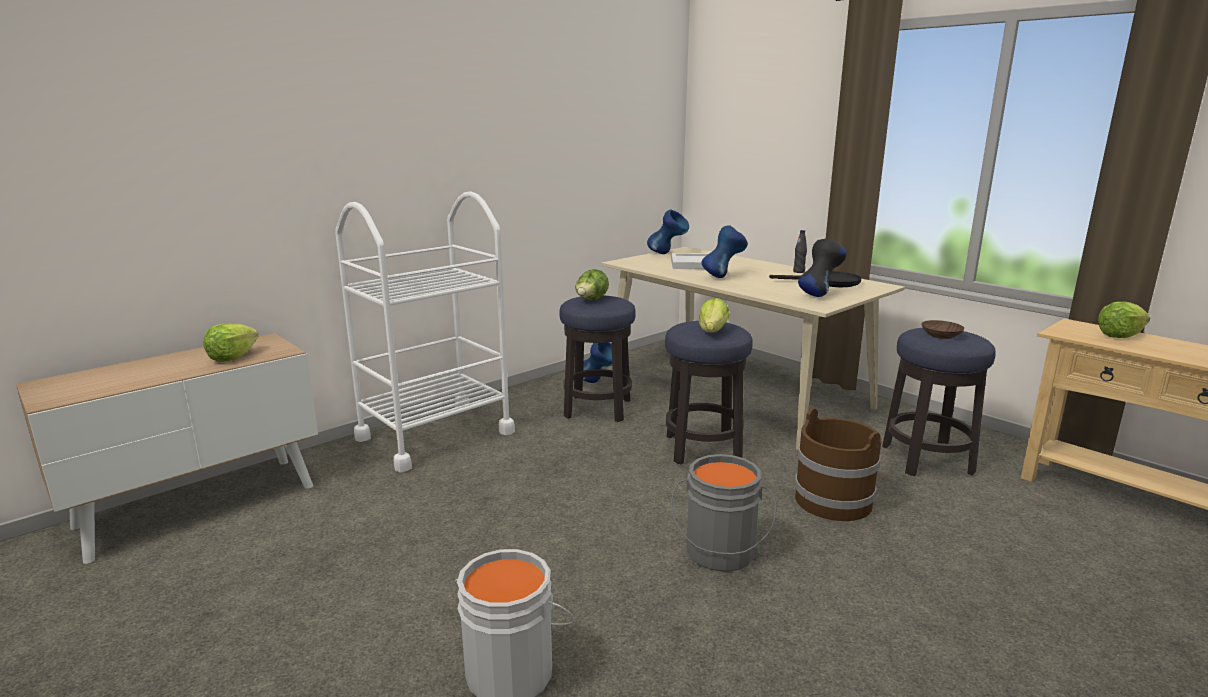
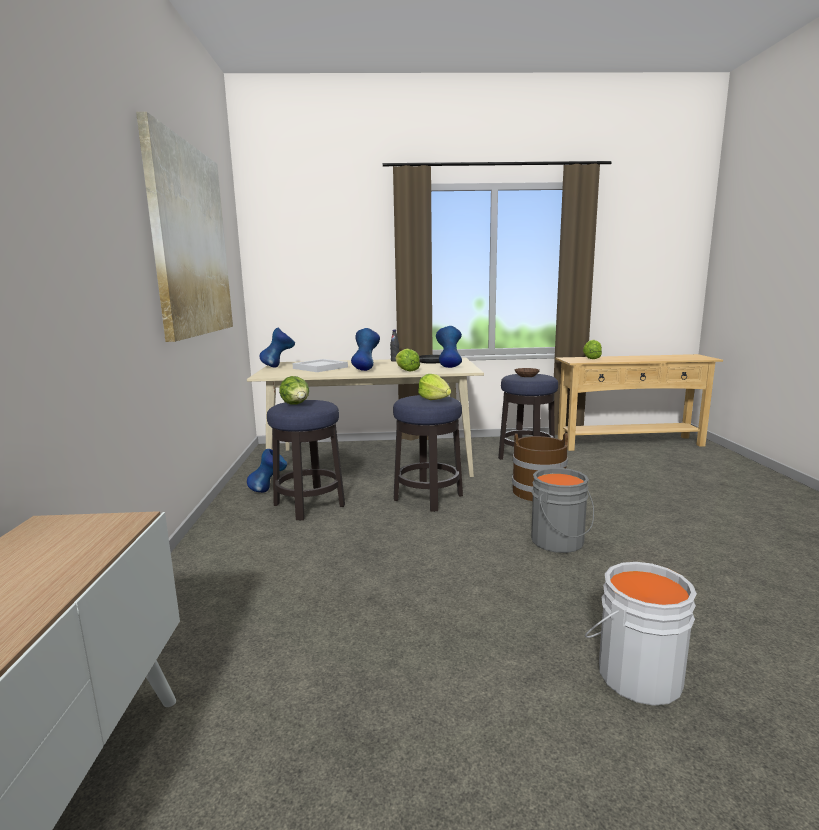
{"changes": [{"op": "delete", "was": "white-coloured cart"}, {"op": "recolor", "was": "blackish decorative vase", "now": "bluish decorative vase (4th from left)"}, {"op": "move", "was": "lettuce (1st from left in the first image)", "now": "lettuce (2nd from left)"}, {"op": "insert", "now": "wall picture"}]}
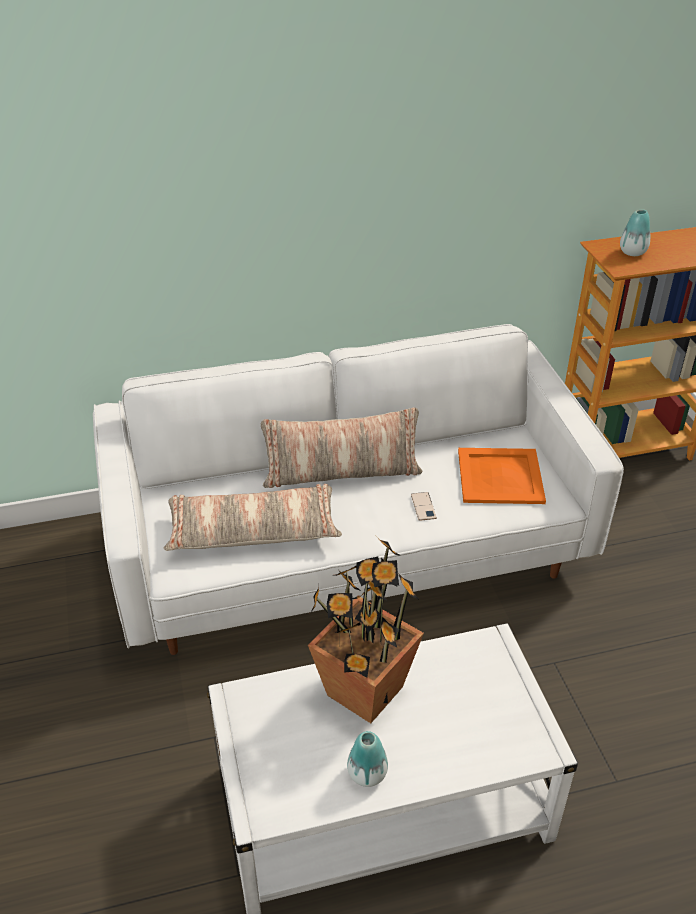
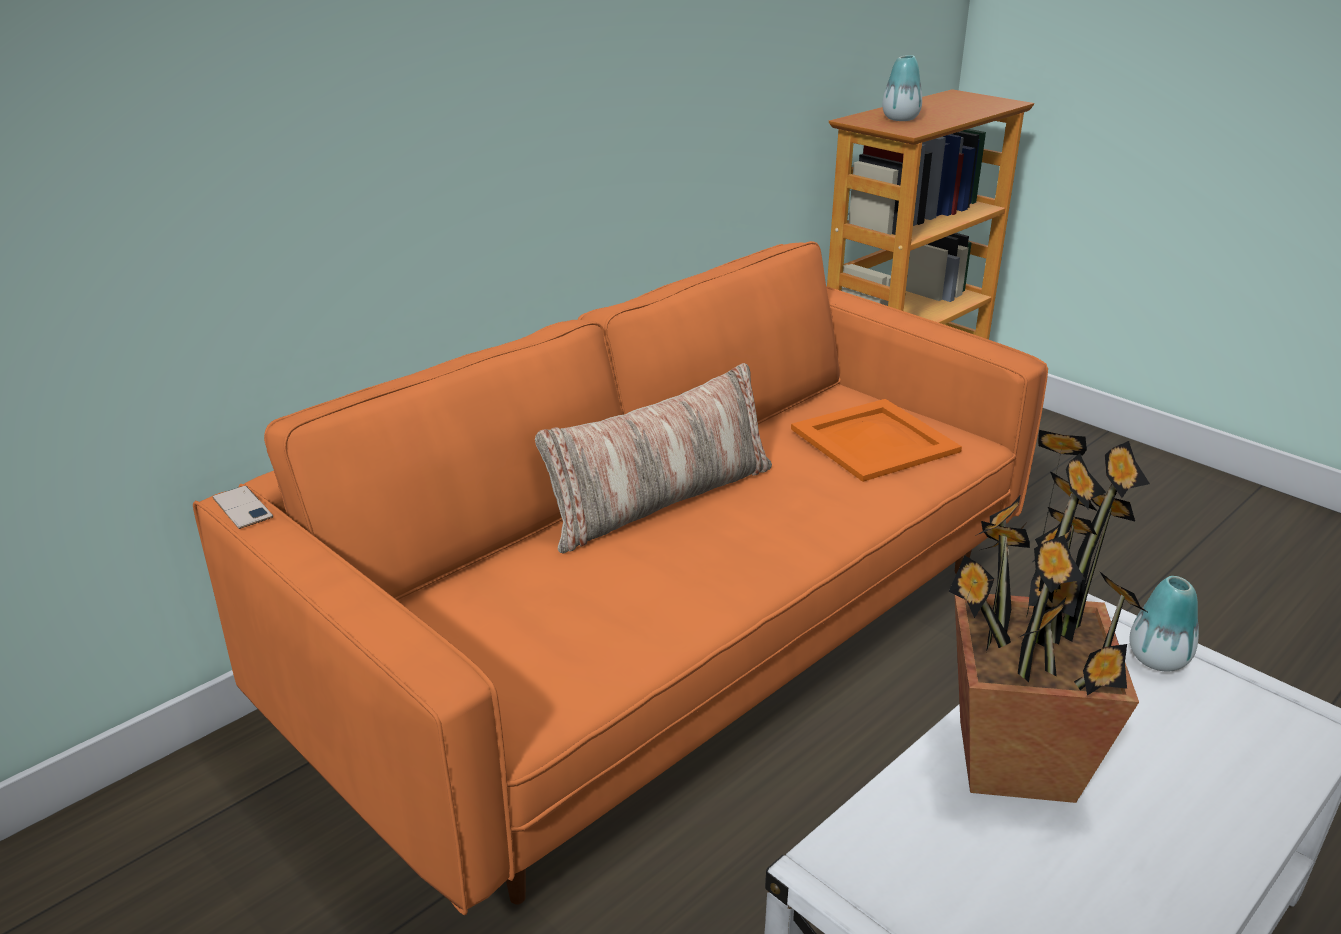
{"changes": [{"op": "recolor", "was": "white-coloured couch", "now": "orange-coloured couch"}, {"op": "delete", "was": "throw pillow (1st from left)"}, {"op": "move", "was": "handset"}, {"op": "move", "was": "decorative vase (1st from left in the first image)", "now": "decorative vase (2nd from left)"}]}
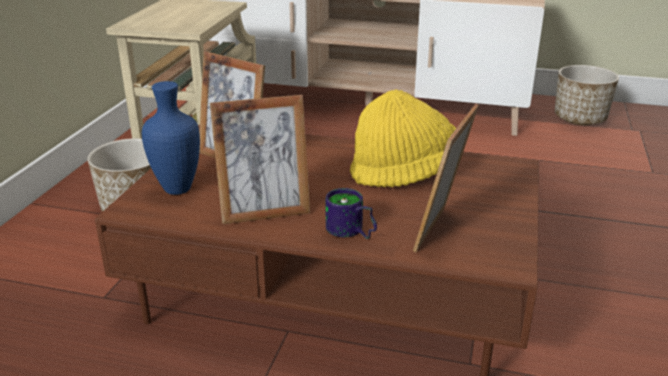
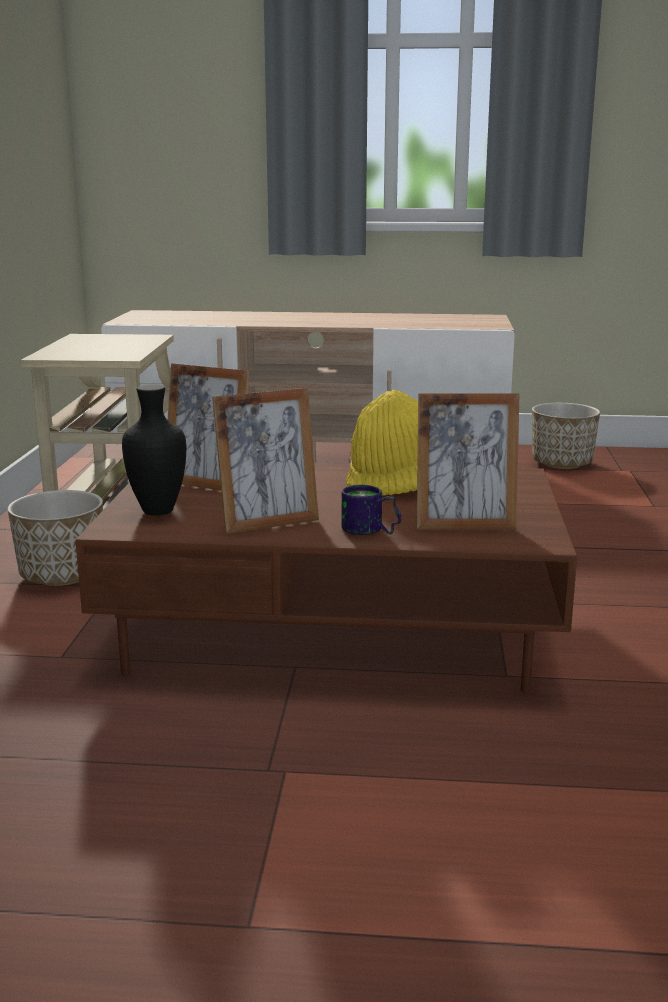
{"changes": [{"op": "recolor", "was": "bluish decorative vase", "now": "blackish decorative vase"}, {"op": "rotate", "was": "standing frame (3rd from left)", "clockwise": -105}]}
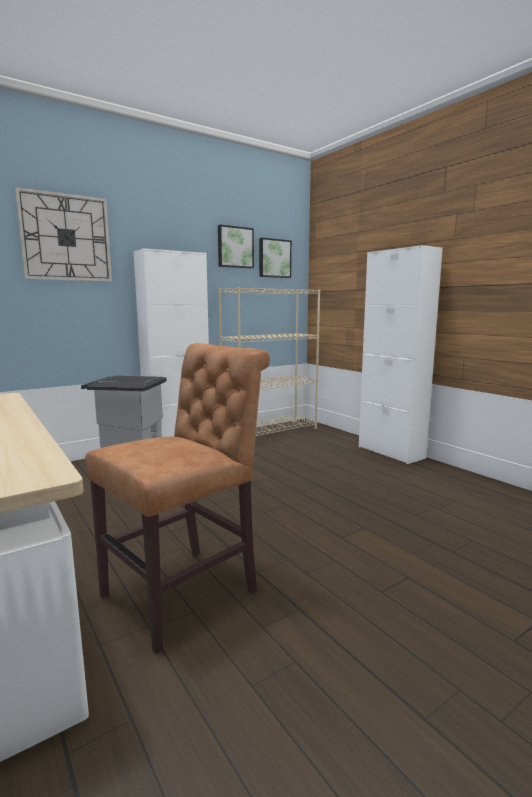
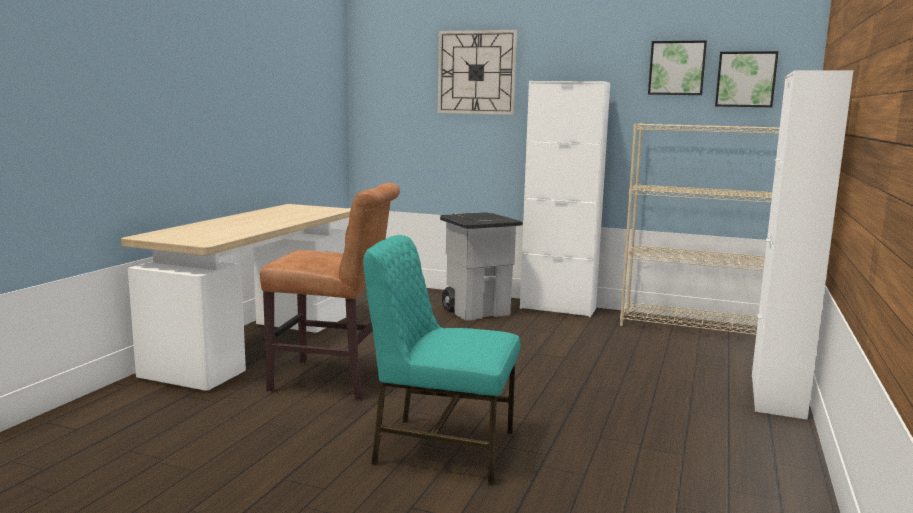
{"changes": [{"op": "insert", "now": "turquoise-coloured upright chair"}]}
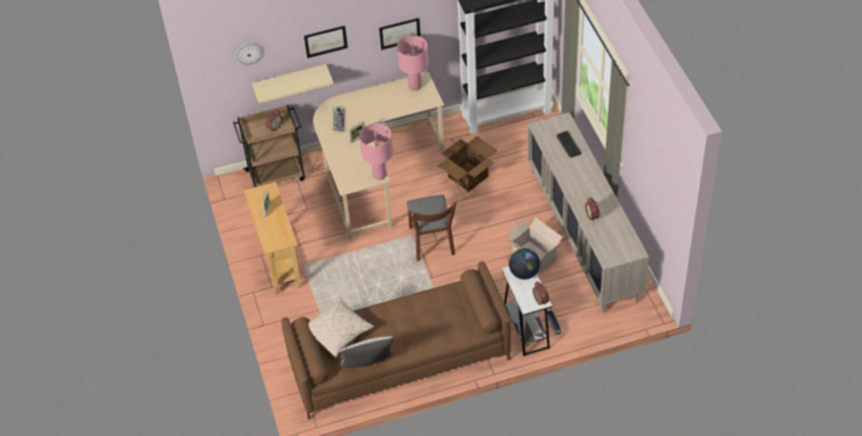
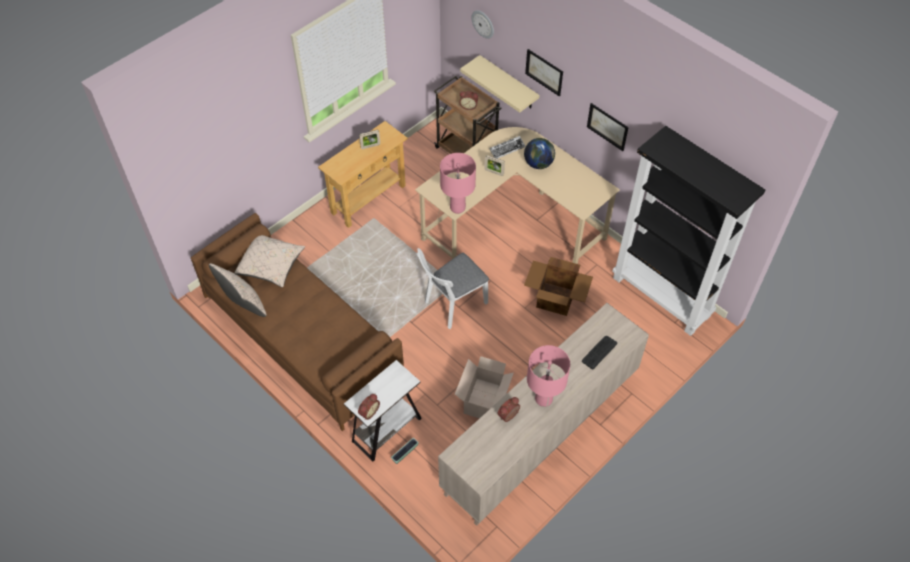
{"changes": [{"op": "move", "was": "pink tabletop lamp (2nd from left)"}, {"op": "recolor", "was": "brown upright chair", "now": "white-coloured upright chair"}, {"op": "move", "was": "world globe"}]}
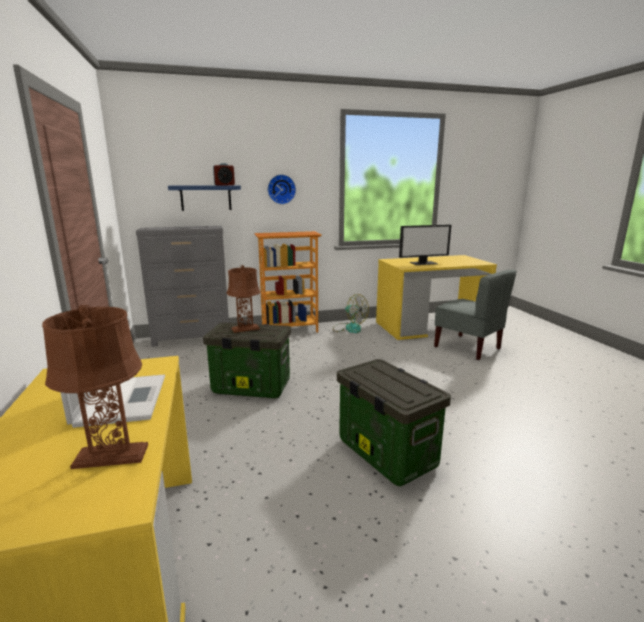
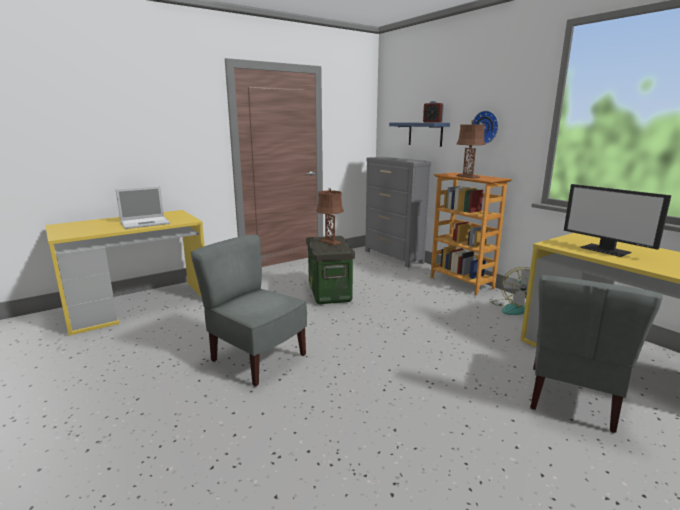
{"changes": [{"op": "move", "was": "brown tabletop lamp (1st from left in the first image)", "now": "brown tabletop lamp (2nd from left)"}, {"op": "replace", "was": "storage bin (2nd from left)", "now": "gray upright chair (1st from left)"}]}
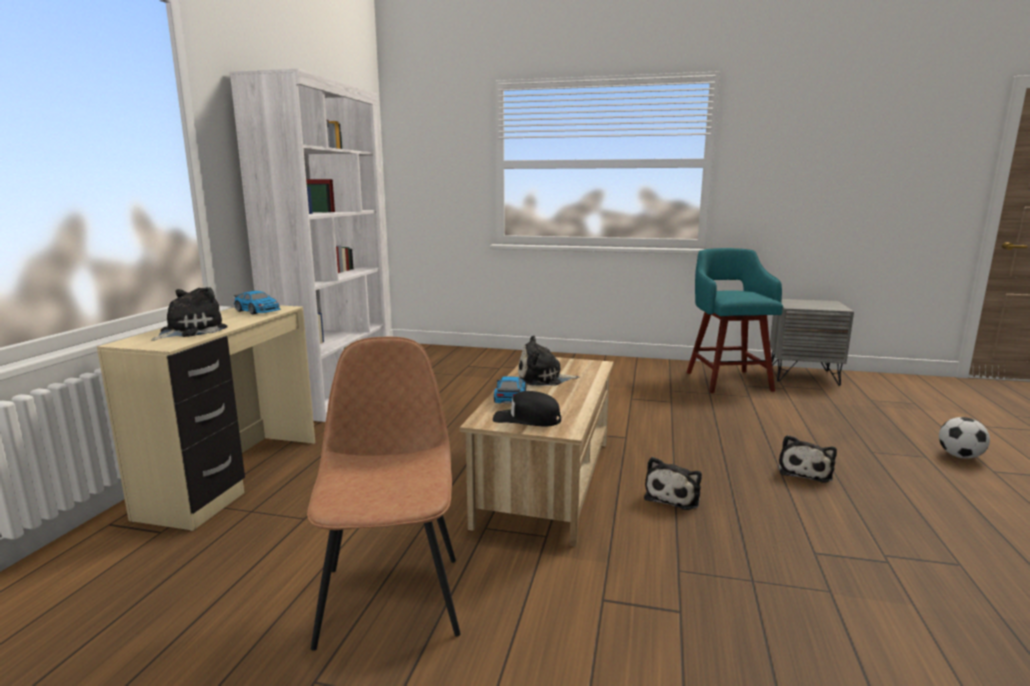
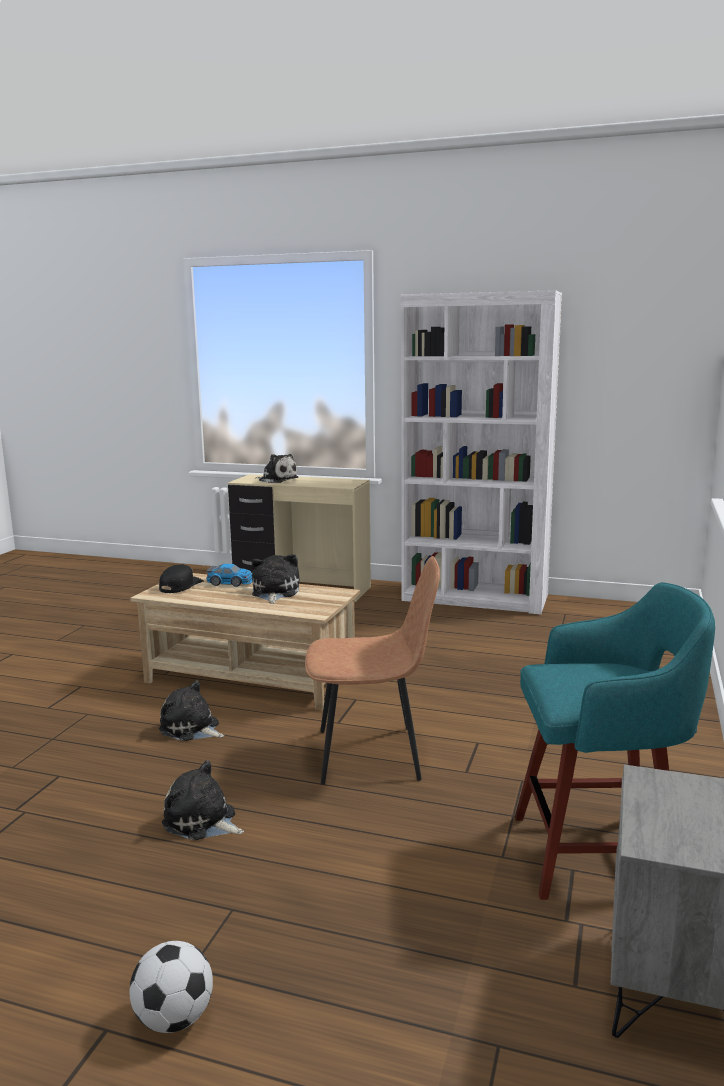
{"changes": [{"op": "delete", "was": "model car (1st from left)"}, {"op": "move", "was": "brown upright chair"}]}
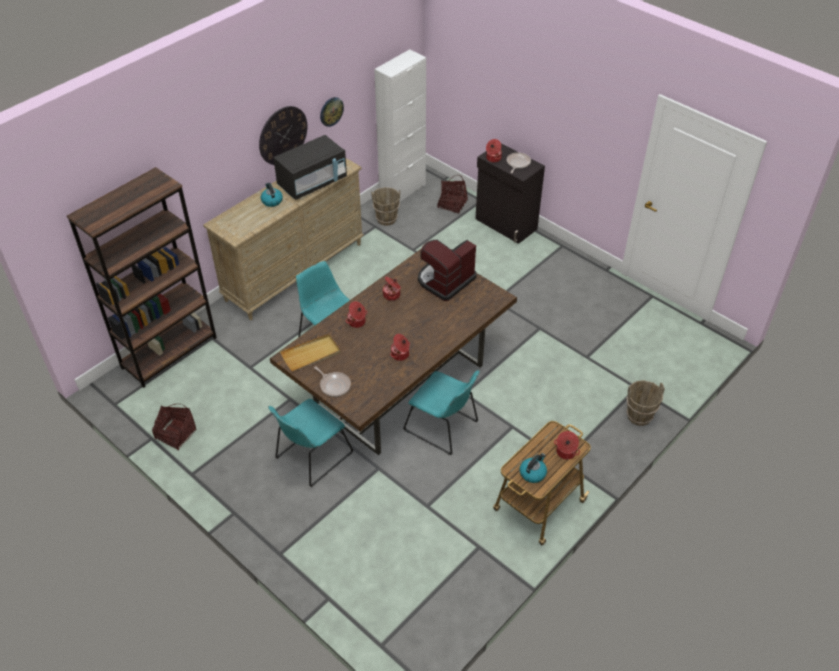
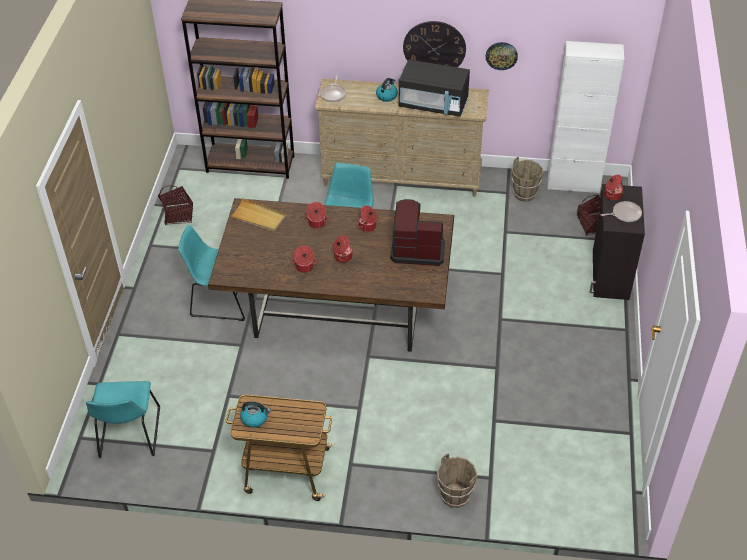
{"changes": [{"op": "move", "was": "frying pan (1st from left)"}, {"op": "move", "was": "turquoise-coloured upright chair (3rd from left in the first image)", "now": "turquoise-coloured upright chair (1st from left)"}, {"op": "move", "was": "saucepot (5th from left in the first image)", "now": "saucepot (3rd from left)"}]}
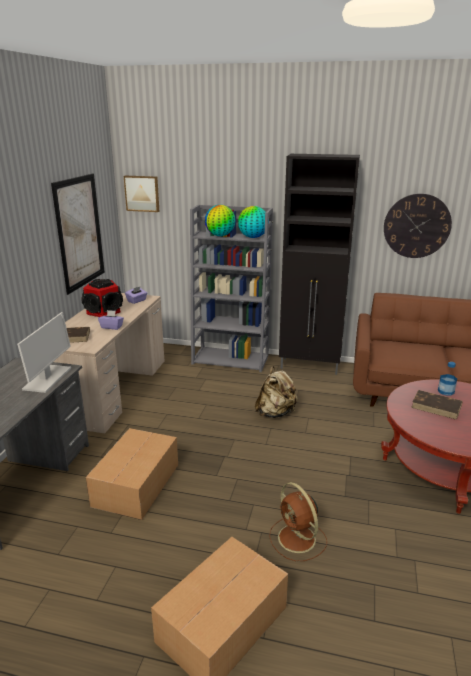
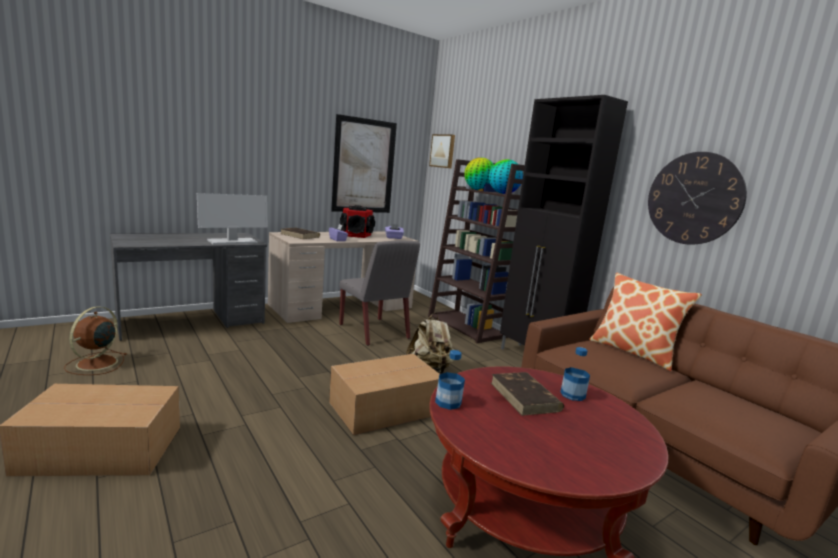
{"changes": [{"op": "recolor", "was": "gray bookshelf", "now": "brown bookshelf"}, {"op": "move", "was": "carton (1st from left in the first image)", "now": "carton (2nd from left)"}, {"op": "move", "was": "brown fan"}, {"op": "insert", "now": "gray upright chair"}, {"op": "insert", "now": "throw pillow"}, {"op": "insert", "now": "bottle (1st from left)"}]}
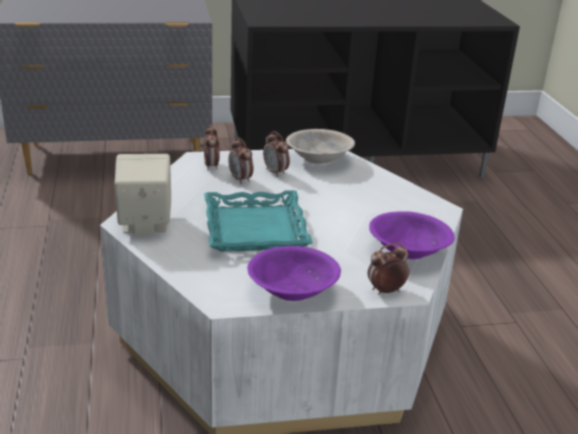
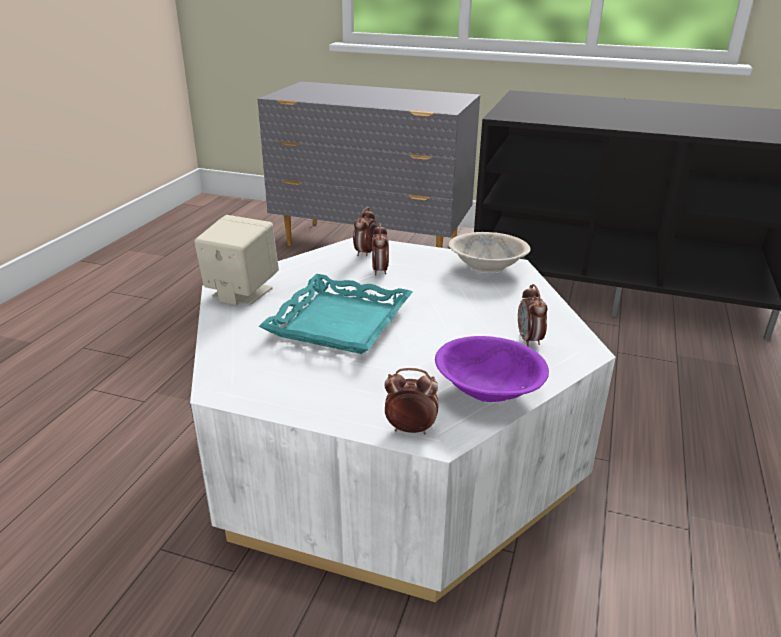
{"changes": [{"op": "move", "was": "table clock (3rd from left in the first image)", "now": "table clock (4th from left)"}, {"op": "delete", "was": "purple-coloured serving bowl (1st from left)"}]}
